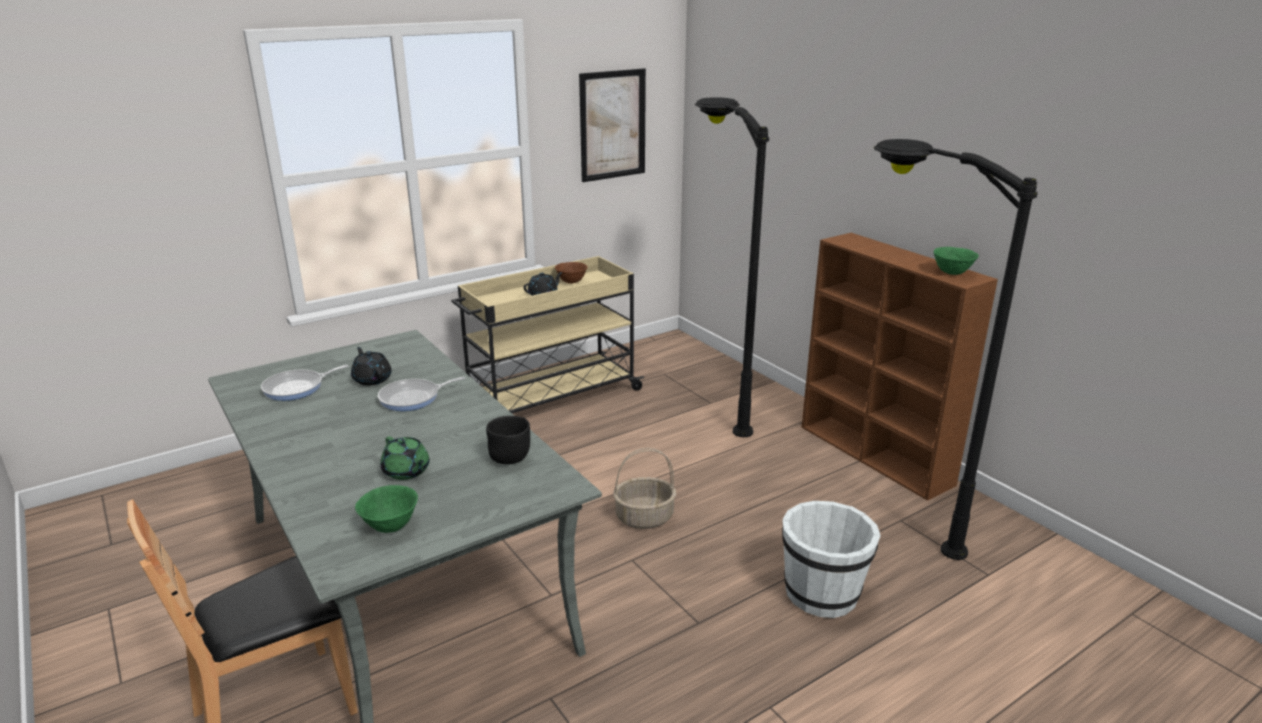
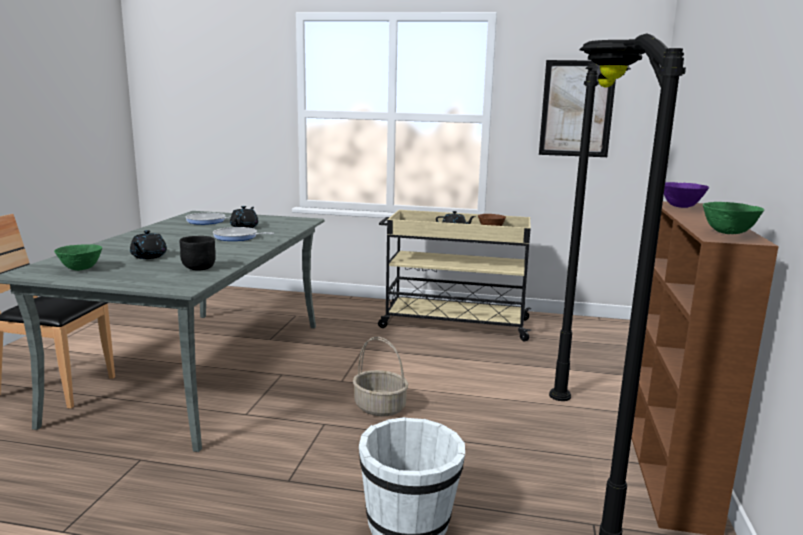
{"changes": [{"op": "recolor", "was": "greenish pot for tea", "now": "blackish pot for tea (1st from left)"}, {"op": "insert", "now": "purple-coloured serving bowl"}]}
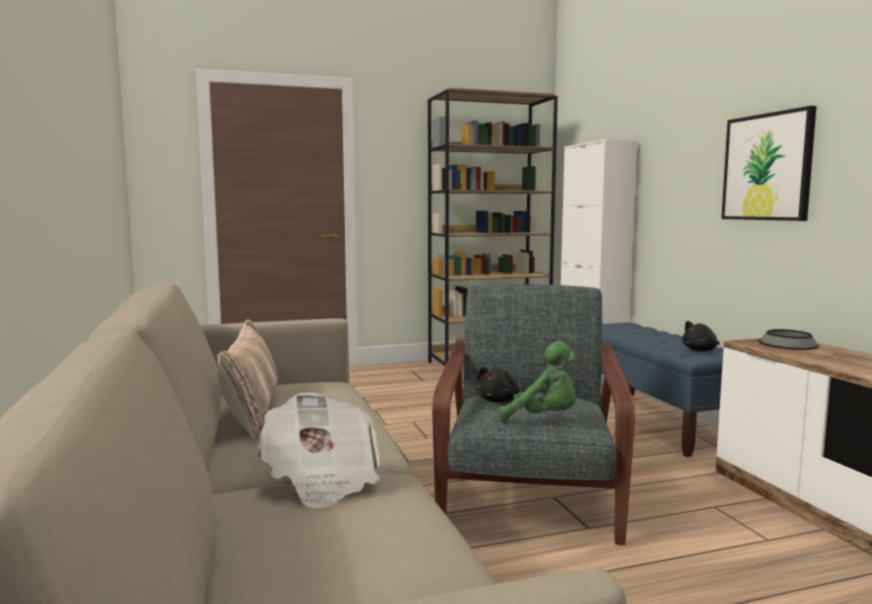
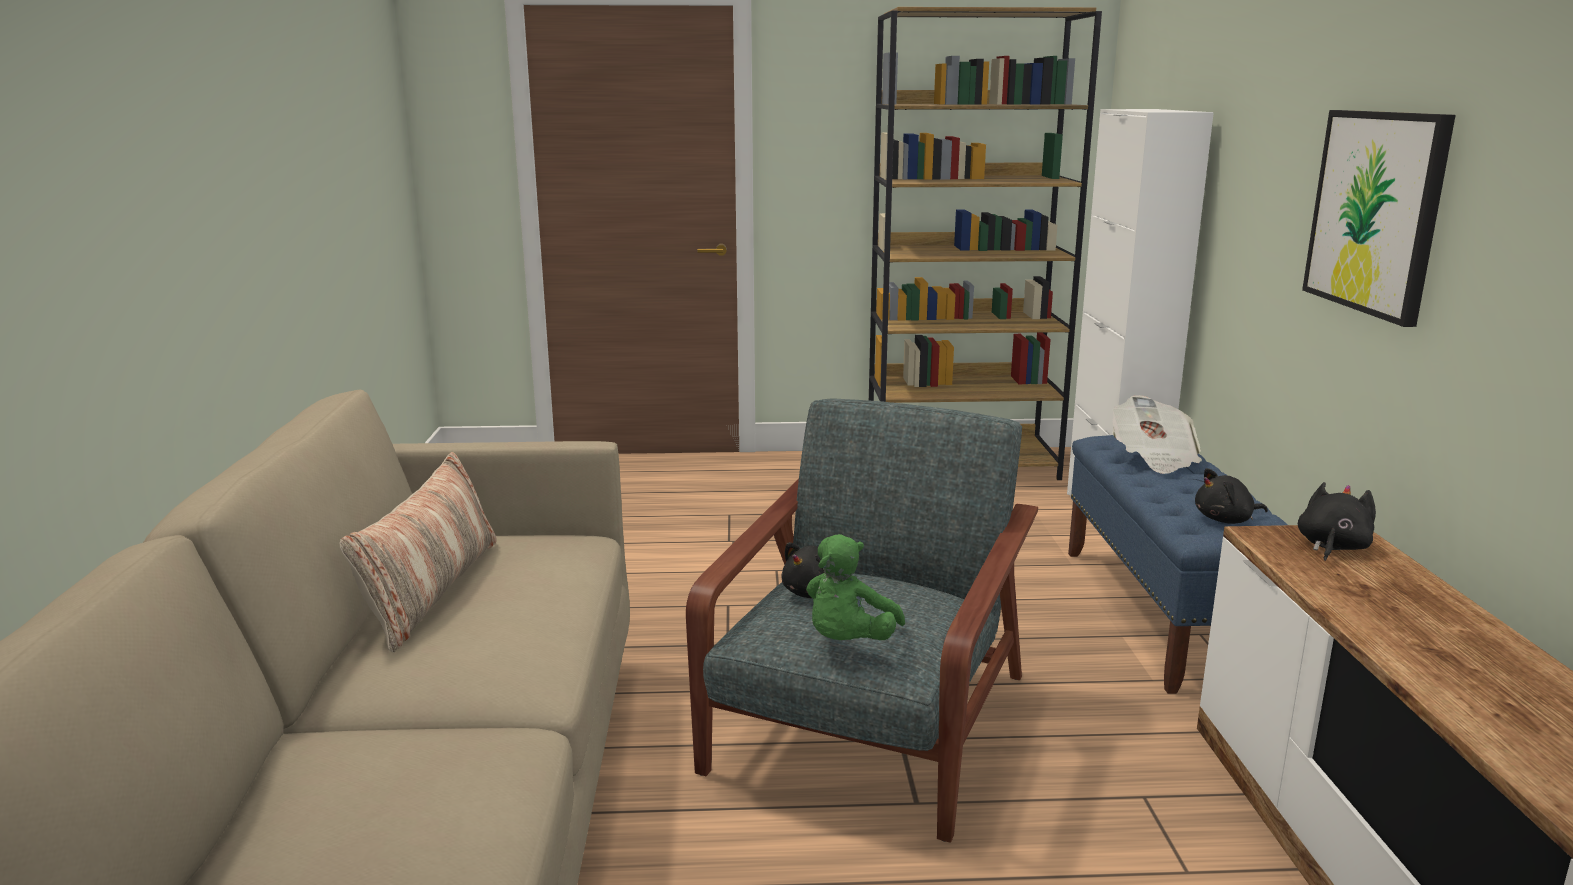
{"changes": [{"op": "replace", "was": "serving bowl", "now": "blackish plush toy (3rd from left)"}, {"op": "rotate", "was": "greenish plush toy", "clockwise": 75}, {"op": "move", "was": "printed paper"}]}
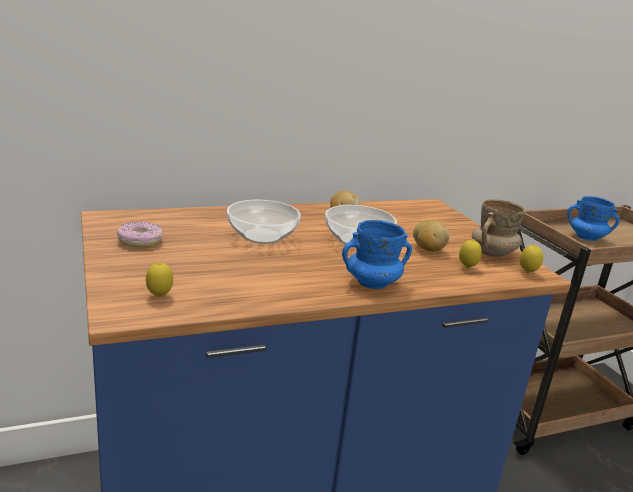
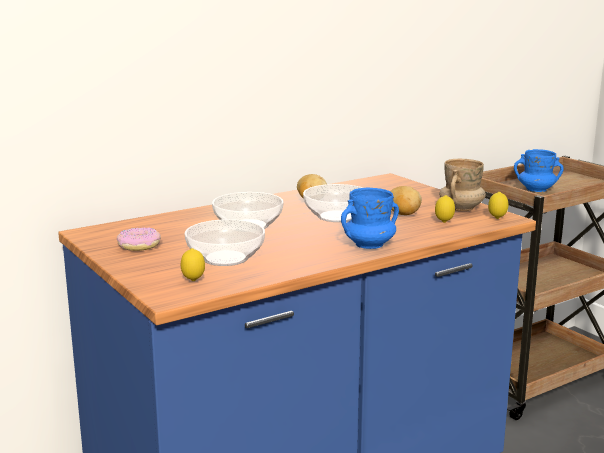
{"changes": [{"op": "insert", "now": "serving bowl (1st from left)"}]}
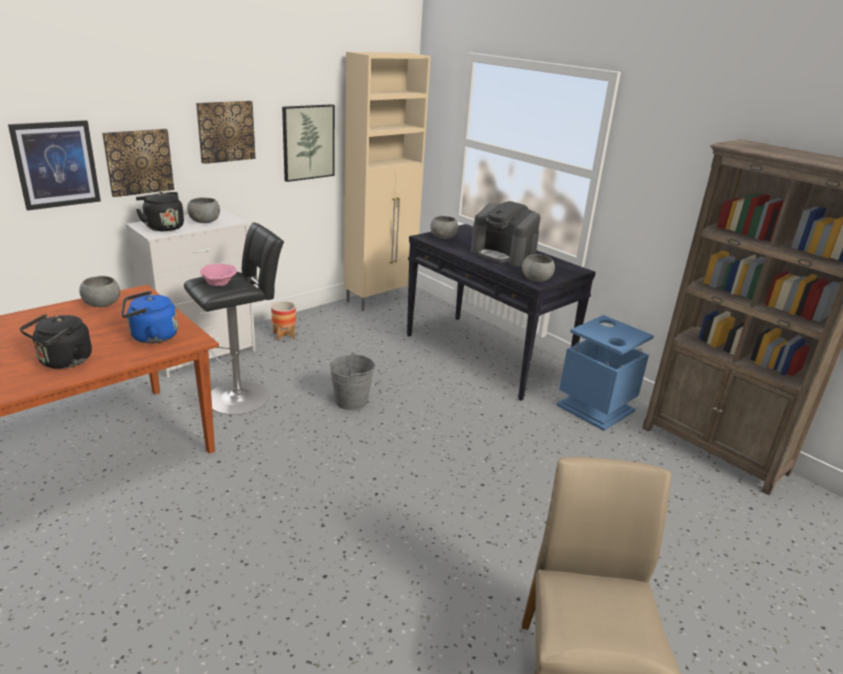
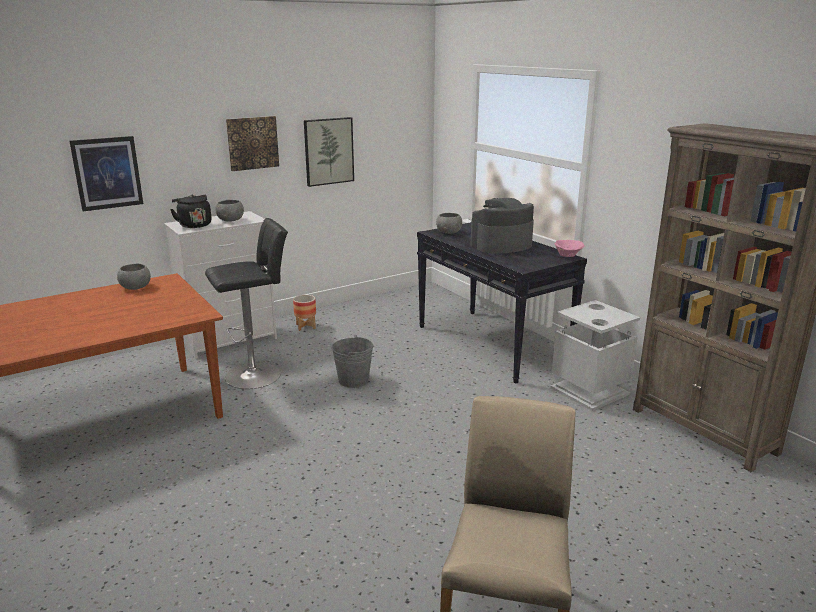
{"changes": [{"op": "delete", "was": "beige cupboard"}, {"op": "delete", "was": "wall picture (2nd from left)"}, {"op": "rotate", "was": "coffee maker", "clockwise": 105}, {"op": "delete", "was": "gray serving bowl (4th from left)"}, {"op": "move", "was": "pink serving bowl"}, {"op": "delete", "was": "bluish water kettle"}, {"op": "delete", "was": "blackish water kettle (1st from left)"}, {"op": "recolor", "was": "bluish trash can", "now": "gray trash can"}]}
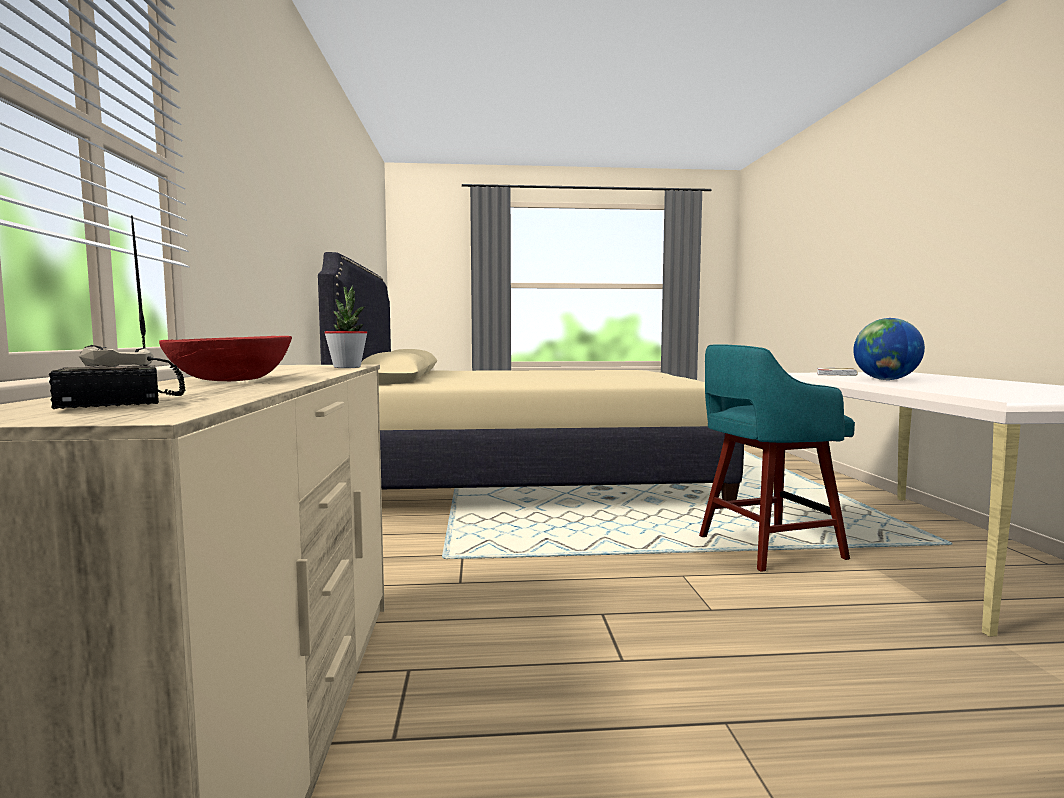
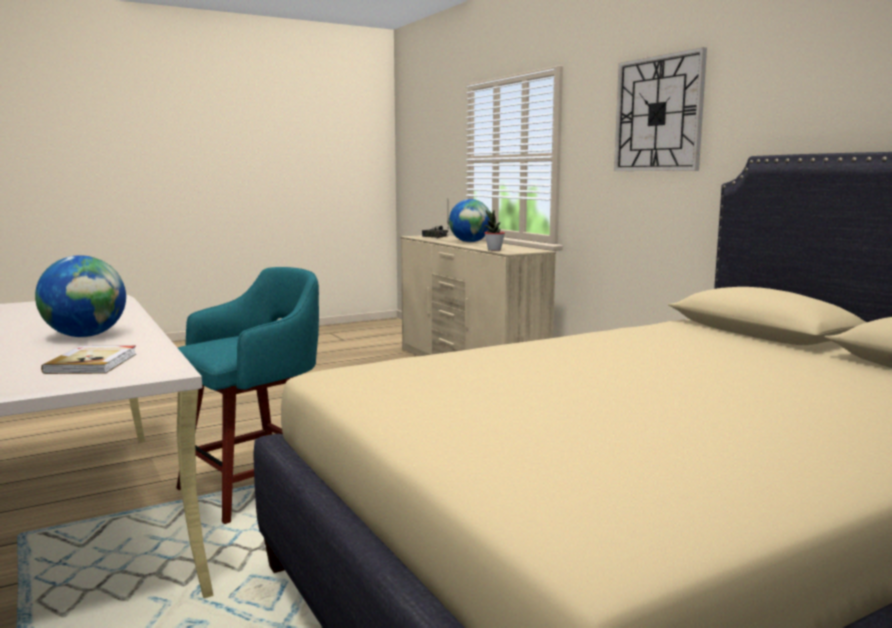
{"changes": [{"op": "replace", "was": "red-coloured serving bowl", "now": "world globe (2nd from left)"}, {"op": "insert", "now": "wall clock"}]}
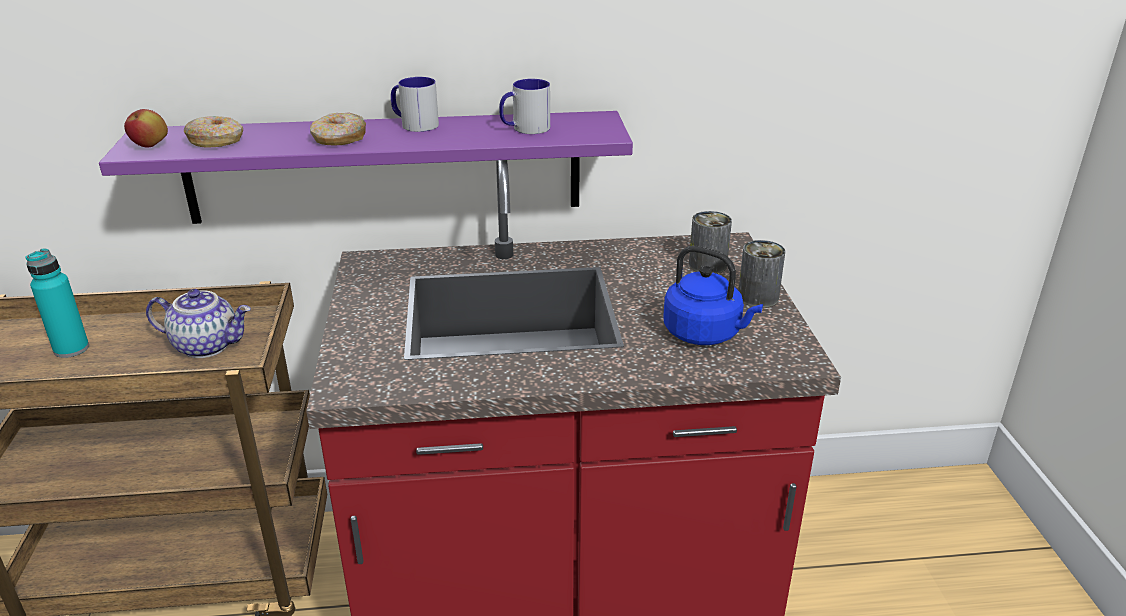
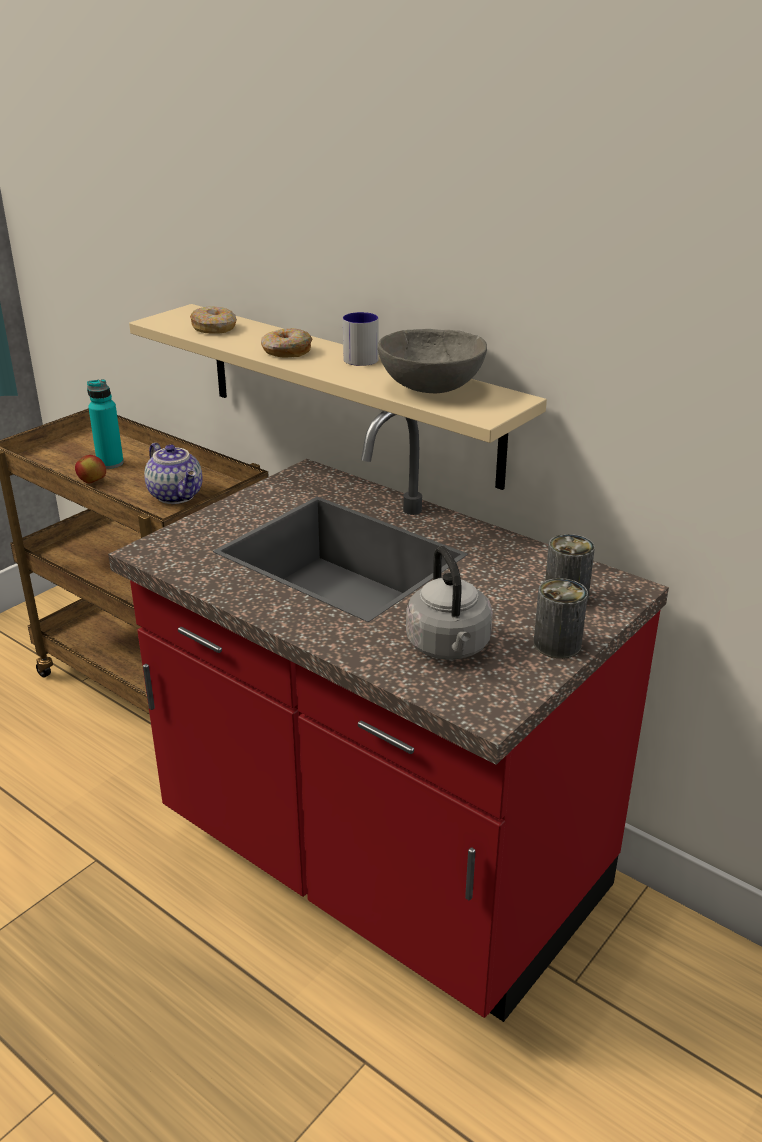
{"changes": [{"op": "replace", "was": "tea mug (2nd from left)", "now": "gray serving bowl"}, {"op": "move", "was": "apple"}, {"op": "recolor", "was": "purple-coloured wall shelf", "now": "beige wall shelf"}, {"op": "recolor", "was": "bluish water kettle", "now": "gray water kettle"}]}
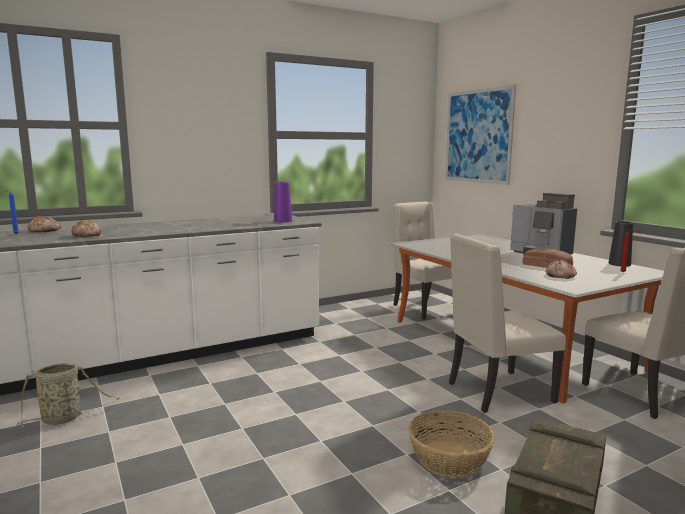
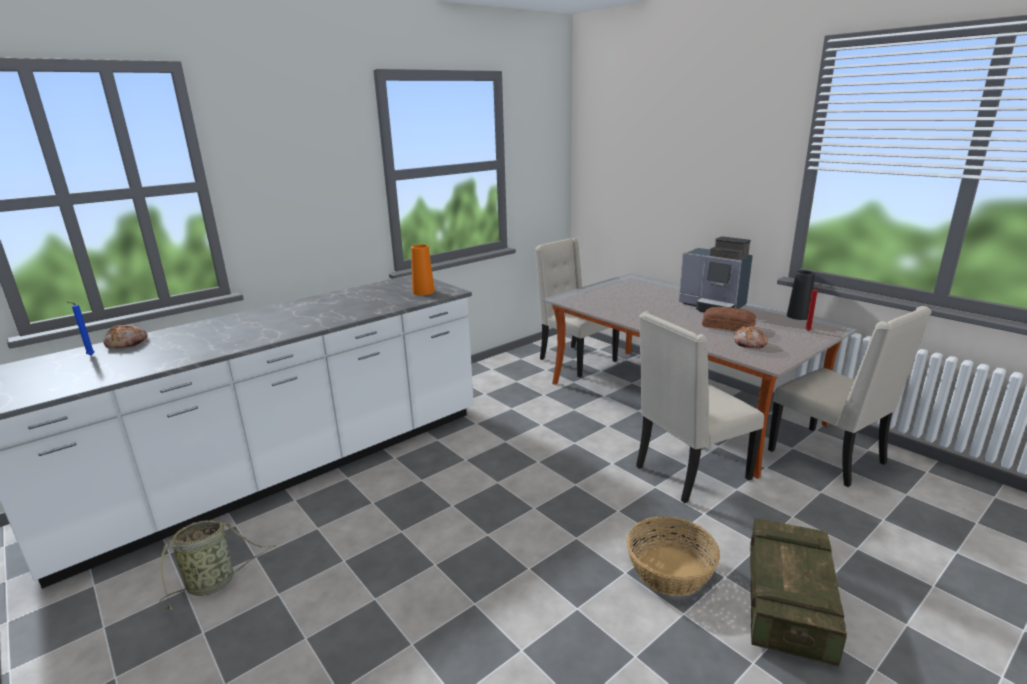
{"changes": [{"op": "delete", "was": "wall picture"}, {"op": "recolor", "was": "purple-coloured decorative vase", "now": "orange-coloured decorative vase"}, {"op": "delete", "was": "bread (2nd from left)"}]}
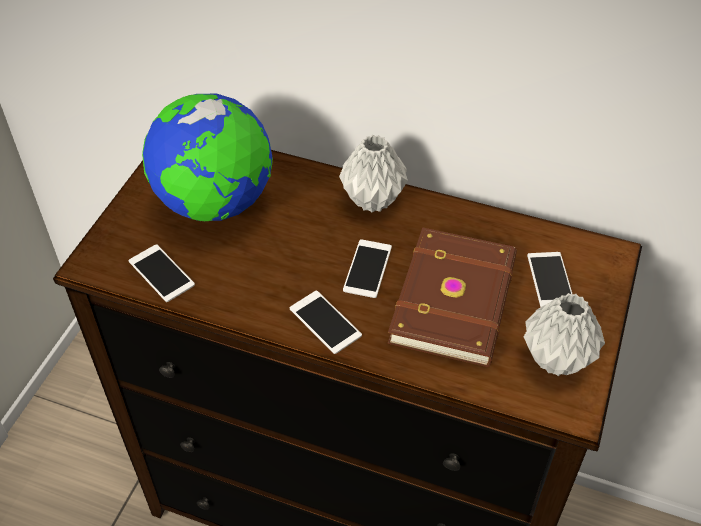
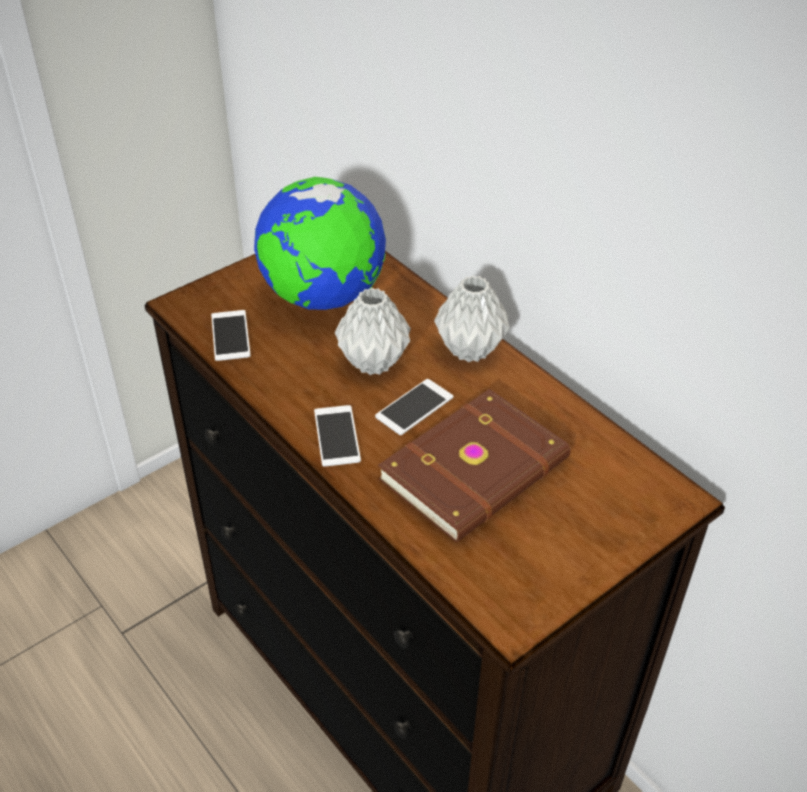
{"changes": [{"op": "delete", "was": "handset (4th from left)"}, {"op": "move", "was": "gray decorative vase (2nd from left in the first image)", "now": "gray decorative vase (1st from left)"}]}
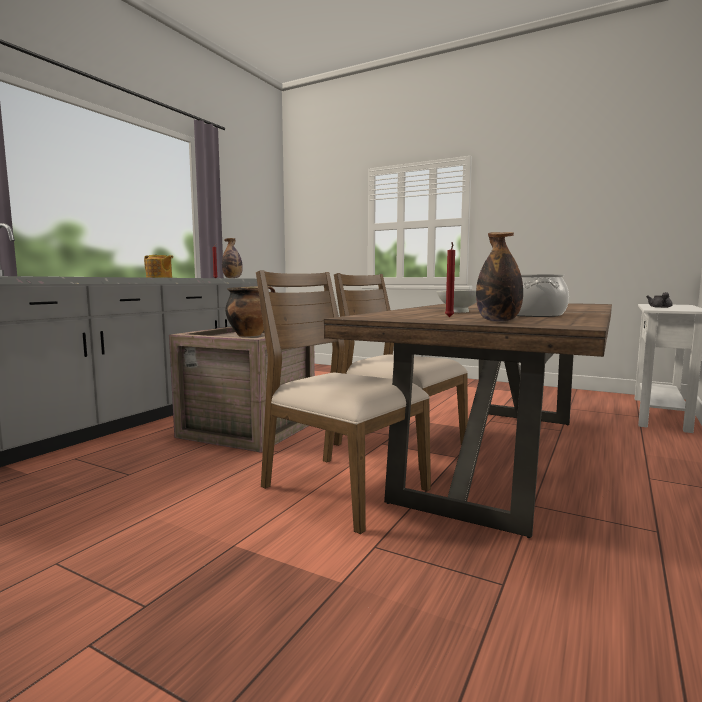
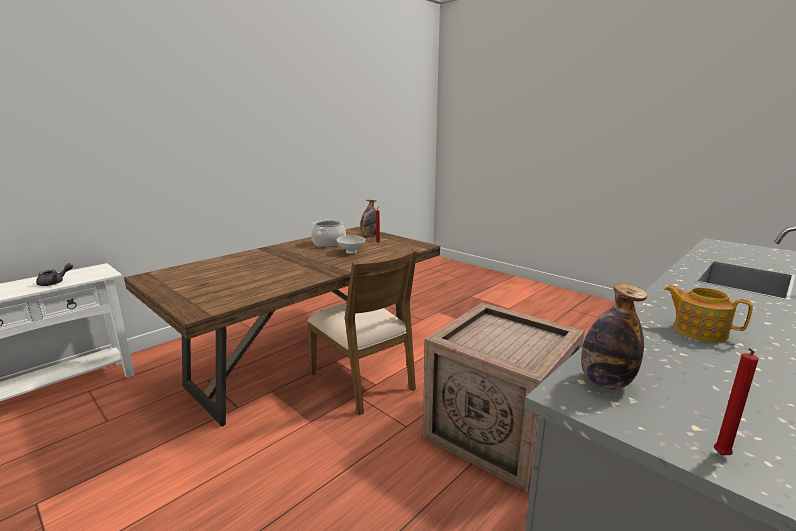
{"changes": [{"op": "delete", "was": "brown upright chair (1st from left)"}, {"op": "delete", "was": "saucepot (1st from left)"}]}
